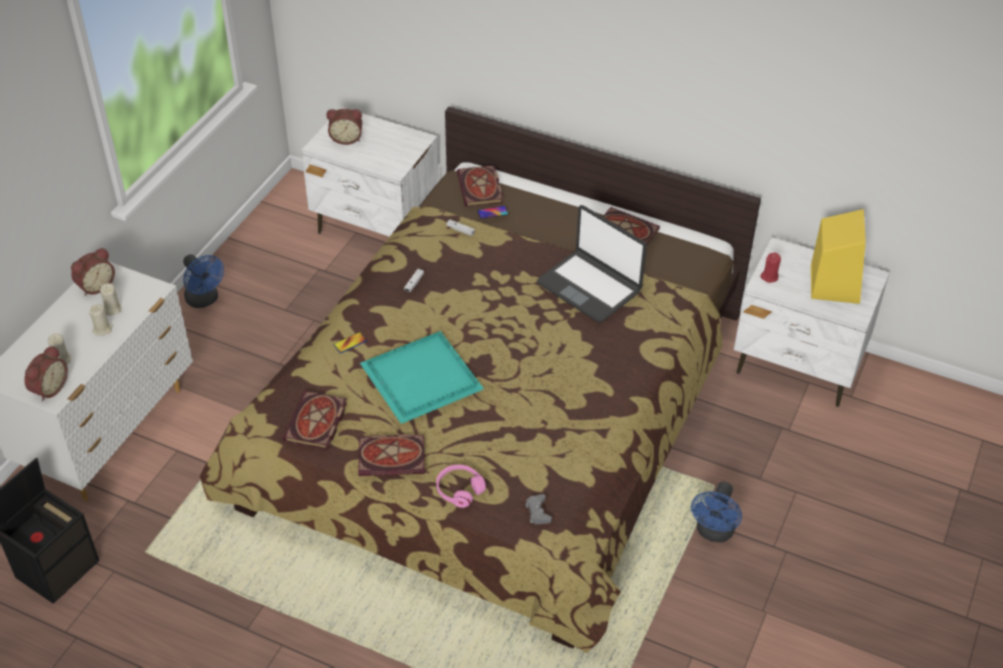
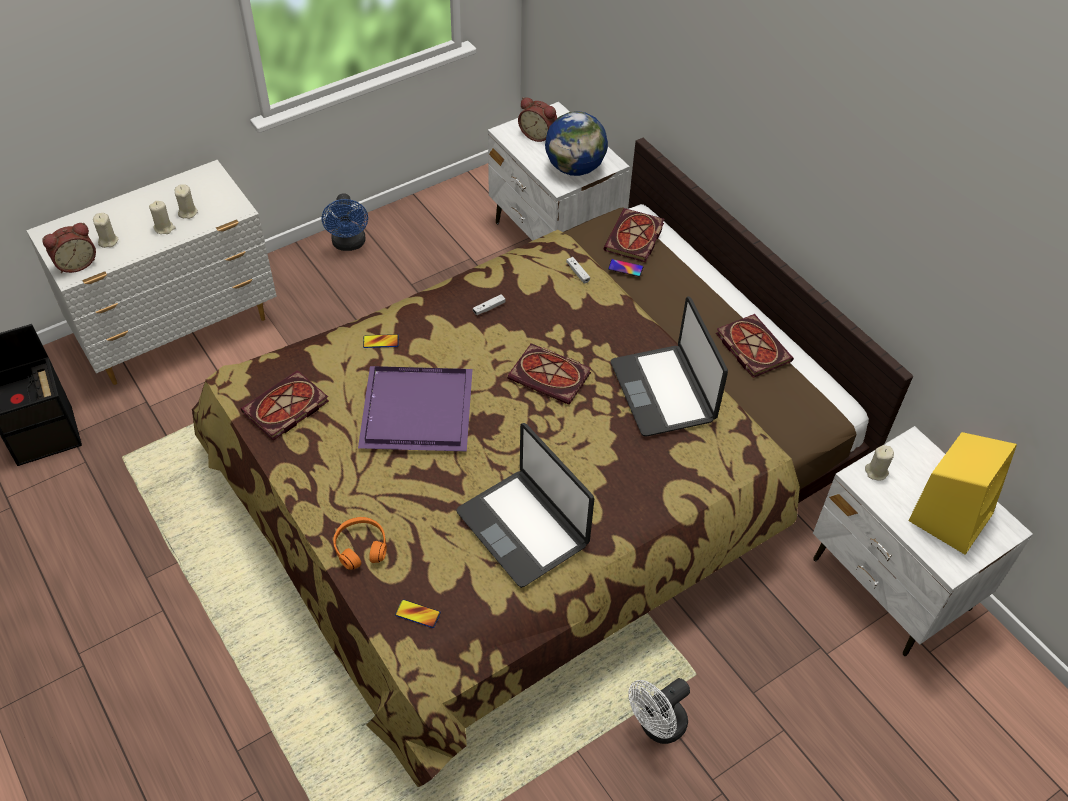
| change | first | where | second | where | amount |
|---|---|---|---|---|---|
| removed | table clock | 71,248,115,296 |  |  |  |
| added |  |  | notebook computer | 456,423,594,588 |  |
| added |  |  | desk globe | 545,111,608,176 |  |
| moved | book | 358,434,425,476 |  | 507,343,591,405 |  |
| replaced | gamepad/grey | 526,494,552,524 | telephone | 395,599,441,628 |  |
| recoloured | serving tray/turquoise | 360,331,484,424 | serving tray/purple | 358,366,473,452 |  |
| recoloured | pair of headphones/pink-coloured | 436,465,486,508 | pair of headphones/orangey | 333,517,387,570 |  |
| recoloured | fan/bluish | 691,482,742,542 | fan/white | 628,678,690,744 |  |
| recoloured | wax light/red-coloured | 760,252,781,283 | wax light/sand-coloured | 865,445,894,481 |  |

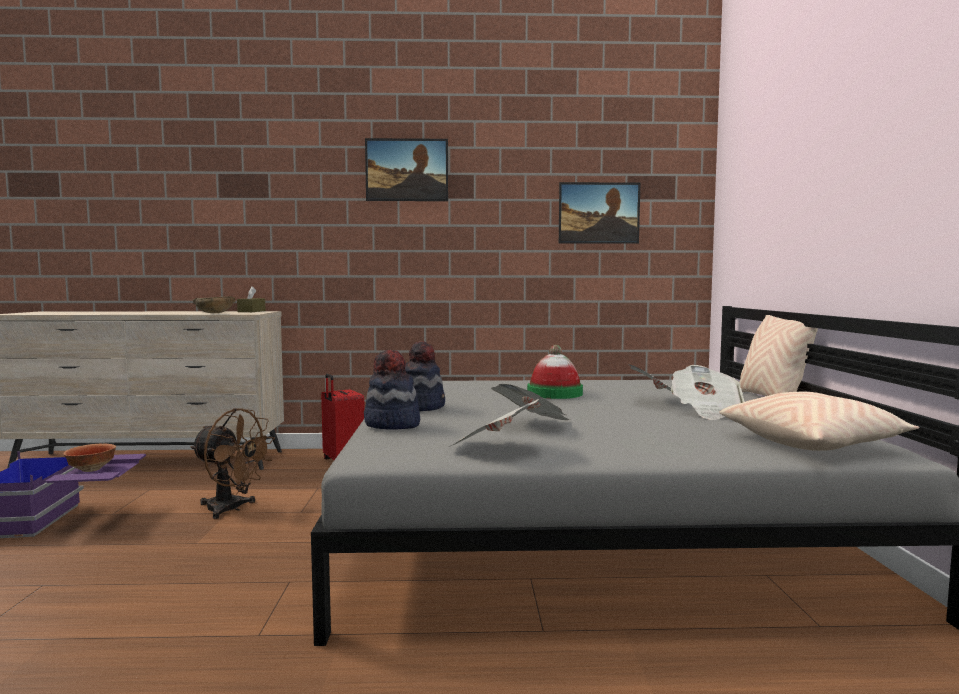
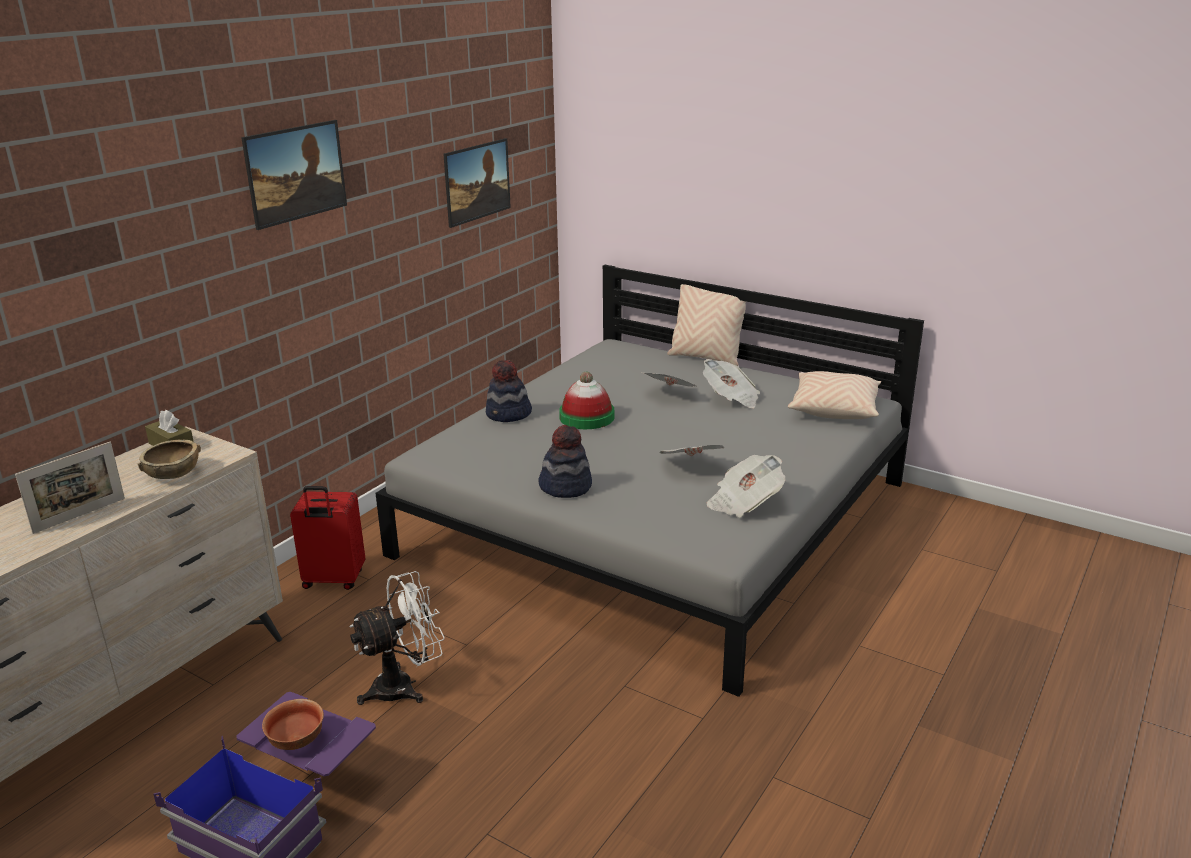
| change | first | where | second | where | amount |
|---|---|---|---|---|---|
| added |  |  | photo frame | 15,442,125,534 |  |
| moved | wearable hat | 364,350,420,430 |  | 486,360,532,422 |  |
| recoloured | fan/brown-coloured | 191,408,275,519 | fan/white | 349,571,445,705 |  |

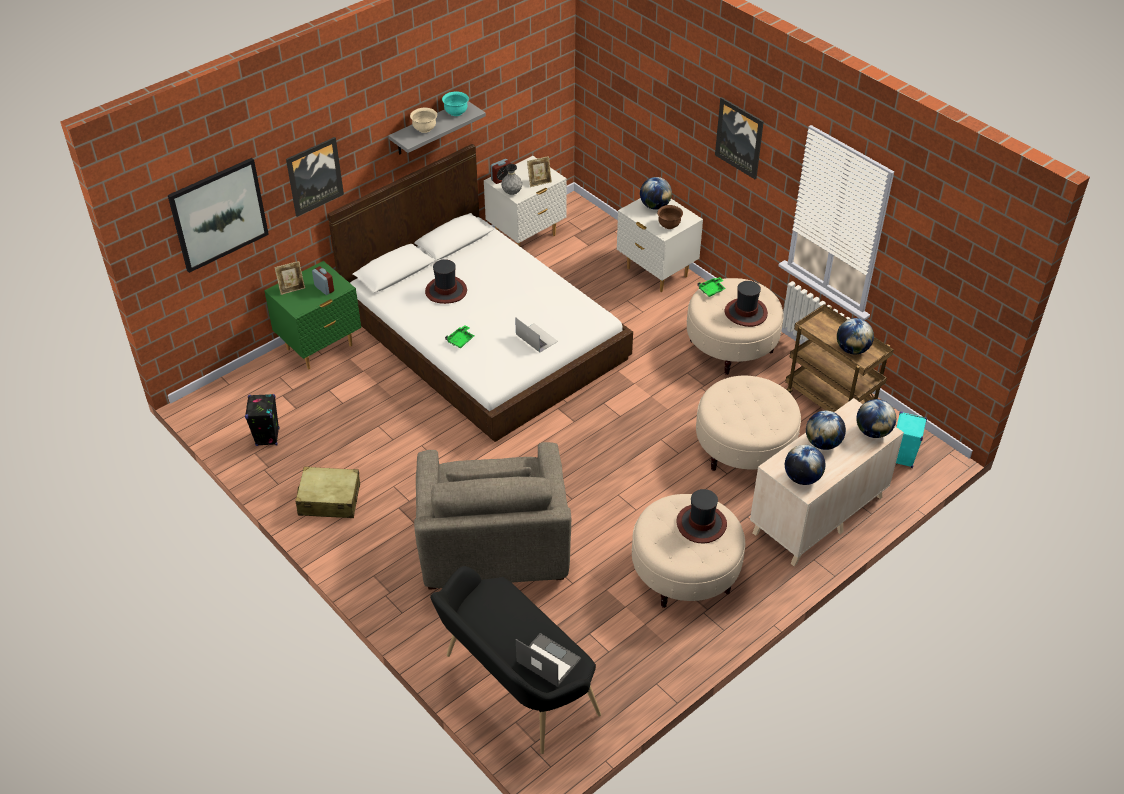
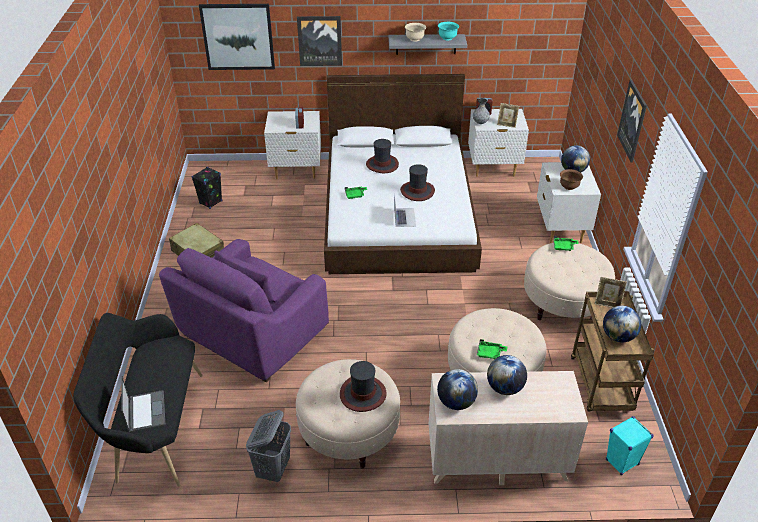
| change | first | where | second | where | amount |
|---|---|---|---|---|---|
| removed | desk globe | 856,399,896,438 |  |  |  |
| added |  |  | hamper/grey | 246,410,291,482 |  |
| added |  |  | serving tray/green | 477,339,507,359 |  |
| moved | photo frame | 274,261,305,295 |  | 595,277,627,308 |  |
| moved | wearable hat | 725,281,768,327 |  | 400,164,435,201 |  |
| recoloured | night table/green | 264,261,361,369 | night table/white | 264,111,321,179 |  |
| recoloured | armchair/grey | 414,442,571,590 | armchair/purple | 159,239,329,382 |  |

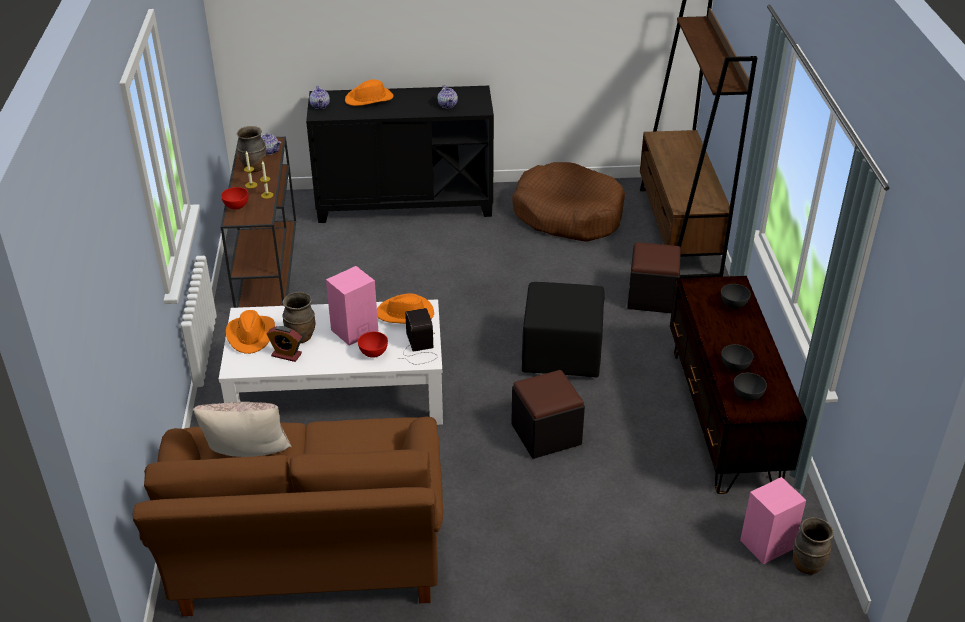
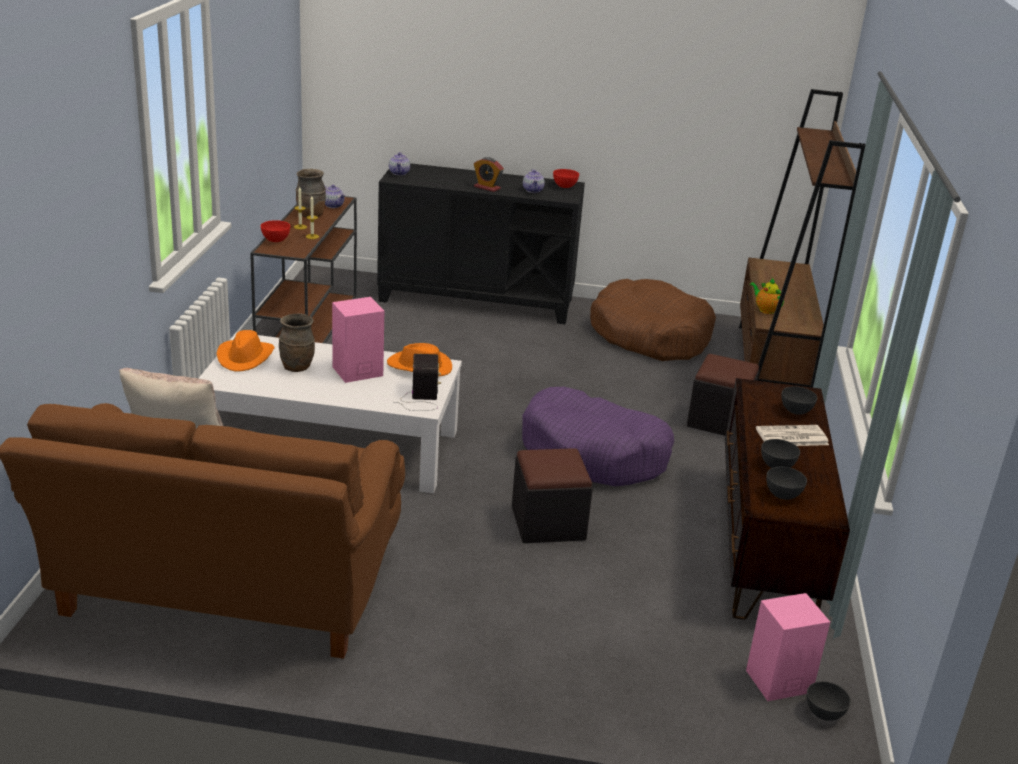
| change | first | where | second | where | amount |
|---|---|---|---|---|---|
| removed | wearable hat/orangey | 345,80,394,106 |  |  |  |
| added |  |  | teapot | 750,278,784,314 |  |
| added |  |  | printed paper | 756,425,829,446 |  |
| moved | table clock | 267,326,302,362 |  | 474,157,504,192 |  |
| moved | serving bowl/red-coloured | 358,332,388,358 |  | 553,169,579,188 |  |
| replaced | footrest/black-coloured | 522,282,605,377 | pet bed/purple | 522,387,674,486 |  |
| replaced | decorative vase/brown-coloured | 793,517,834,575 | serving bowl/grey | 807,681,851,721 |  |

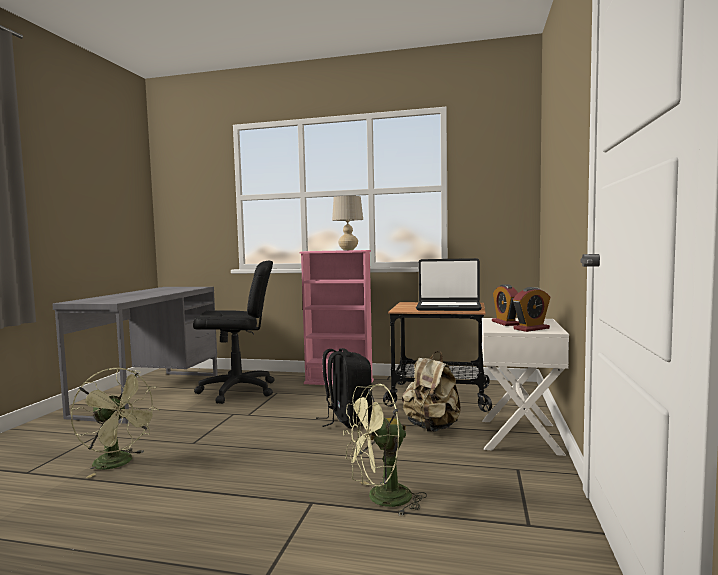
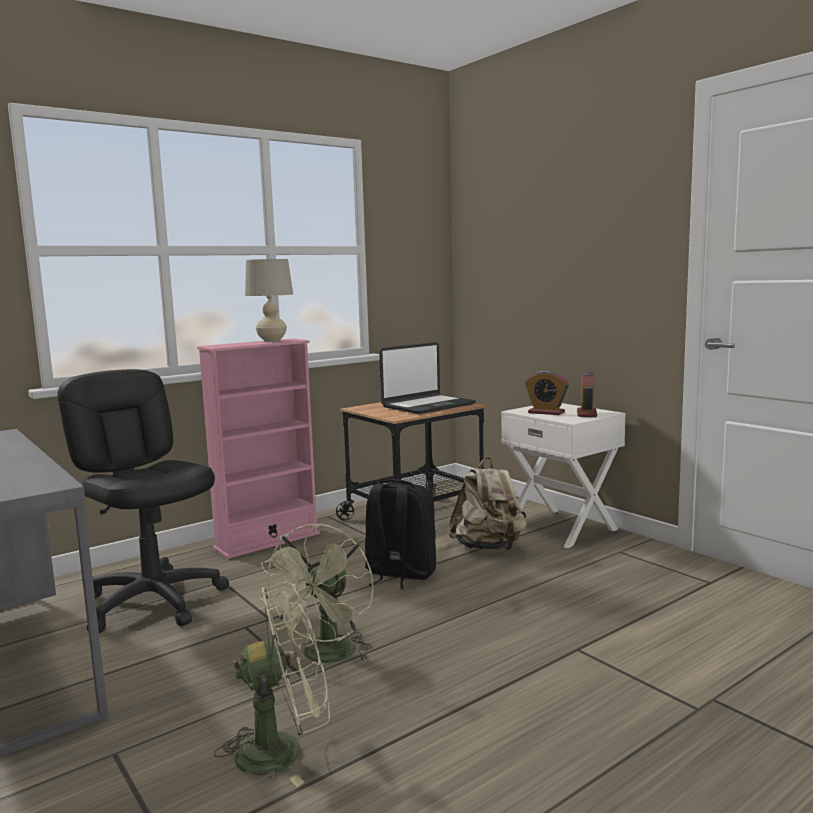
| change | first | where | second | where | amount |
|---|---|---|---|---|---|
| moved | fan/green | 343,384,427,516 |  | 259,523,373,663 |  |
| turned | desk chair/black-coloured | 193,260,275,404 |  | 57,369,229,633 | 75 degrees counterclockwise |

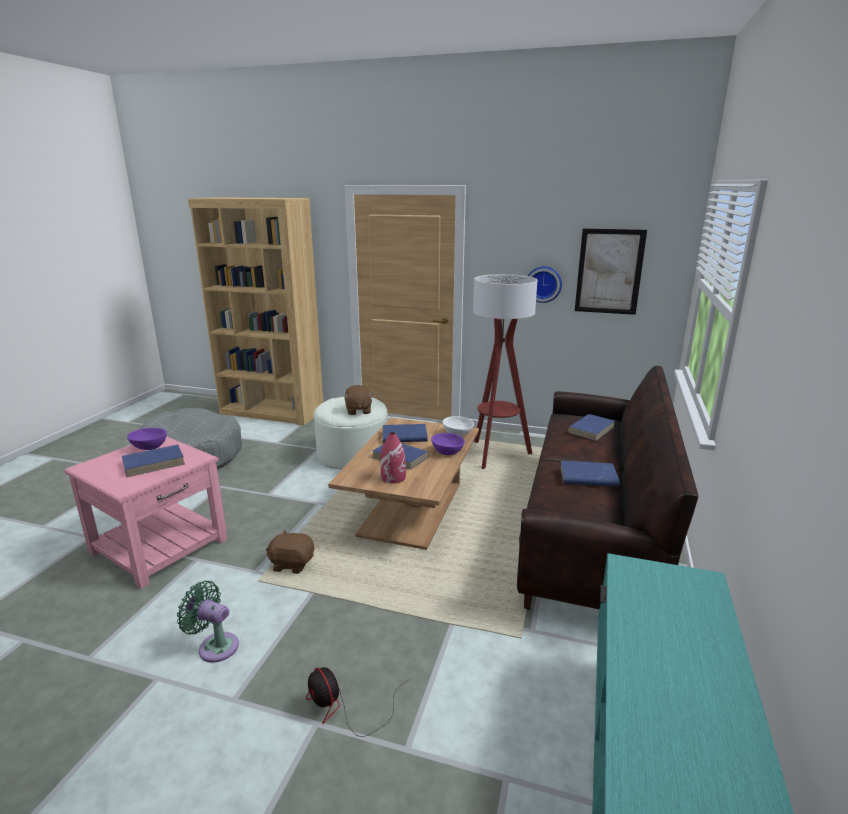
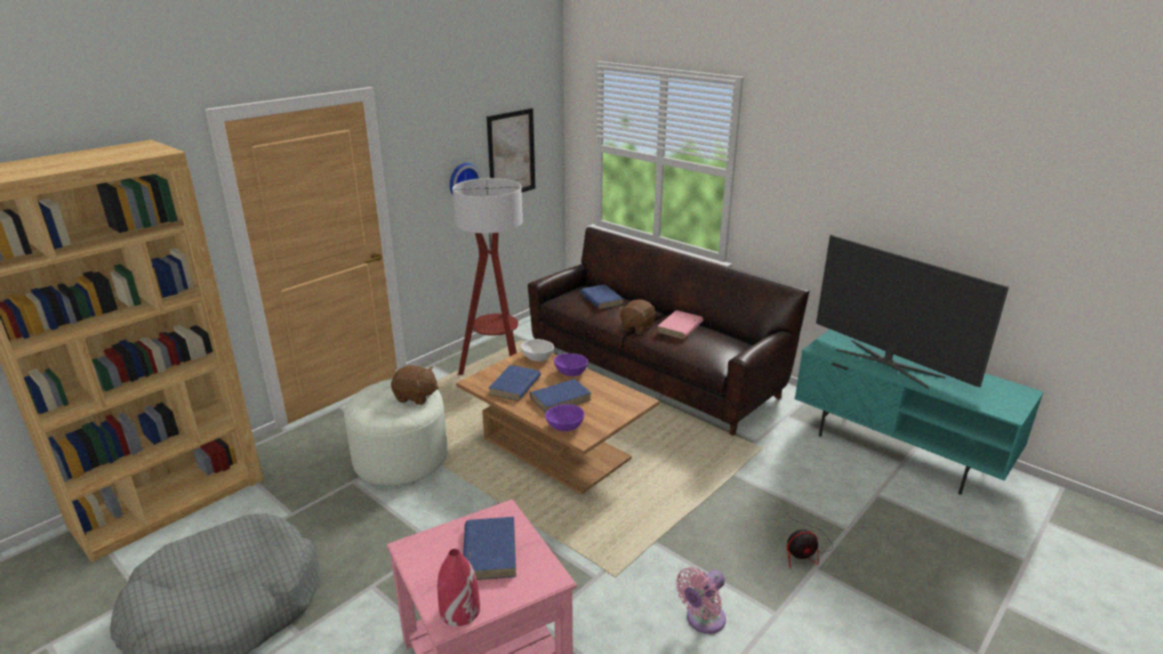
| change | first | where | second | where | amount |
|---|---|---|---|---|---|
| added |  |  | television | 816,235,1009,389 |  |
| moved | serving bowl/purple | 127,428,167,450 |  | 545,404,584,431 |  |
| moved | cuddly toy/brown-coloured | 266,530,314,574 |  | 619,299,655,334 |  |
| moved | decorative vase/red-coloured | 380,432,406,484 |  | 437,549,480,626 |  |
| recoloured | fan/green | 177,581,239,663 | fan/pink-coloured | 676,567,726,634 |  |
| recoloured | book/bluish | 560,461,619,487 | book/pink-coloured | 657,310,703,339 |  |

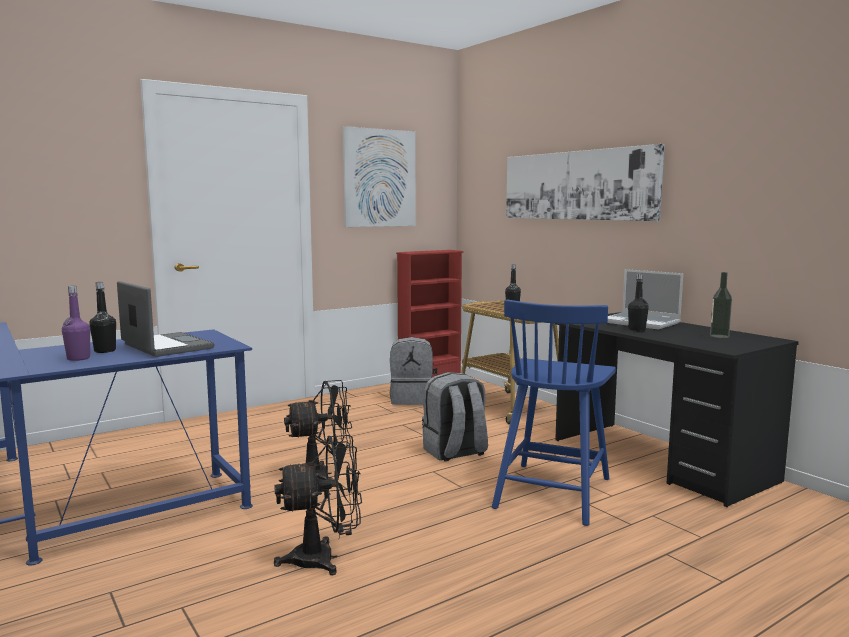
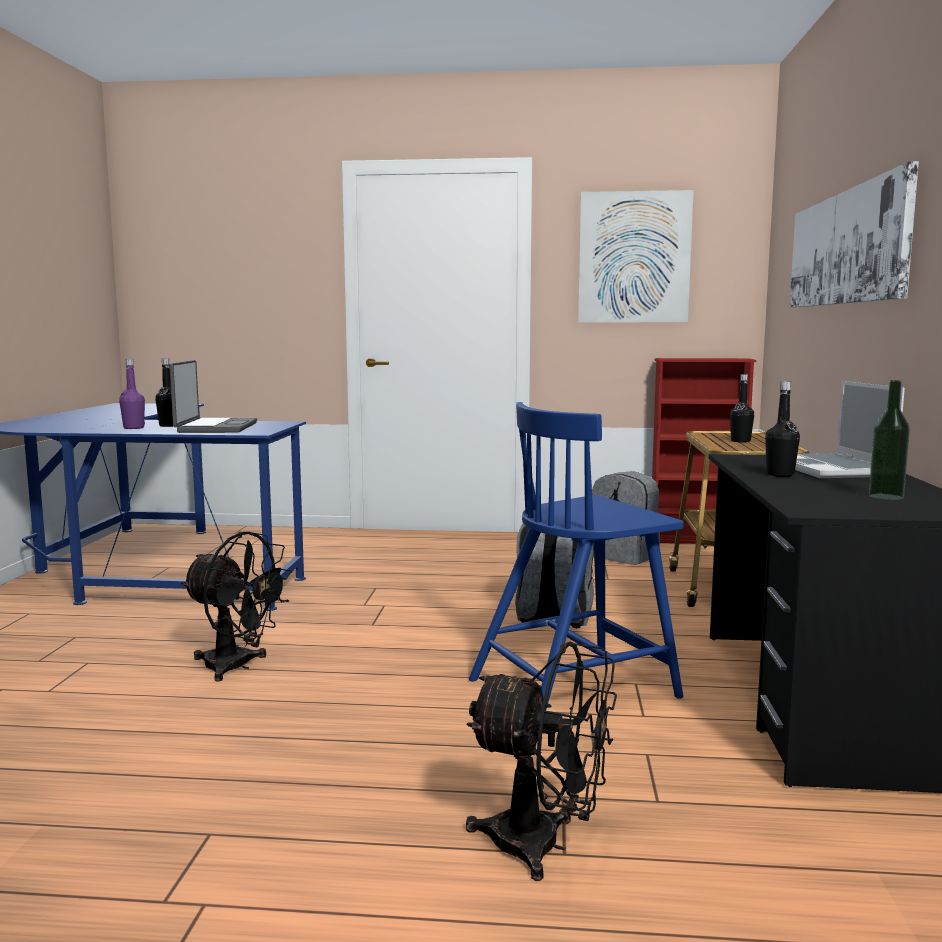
| change | first | where | second | where | amount |
|---|---|---|---|---|---|
| moved | fan/black-coloured | 284,380,352,480 |  | 466,641,617,881 |  |

